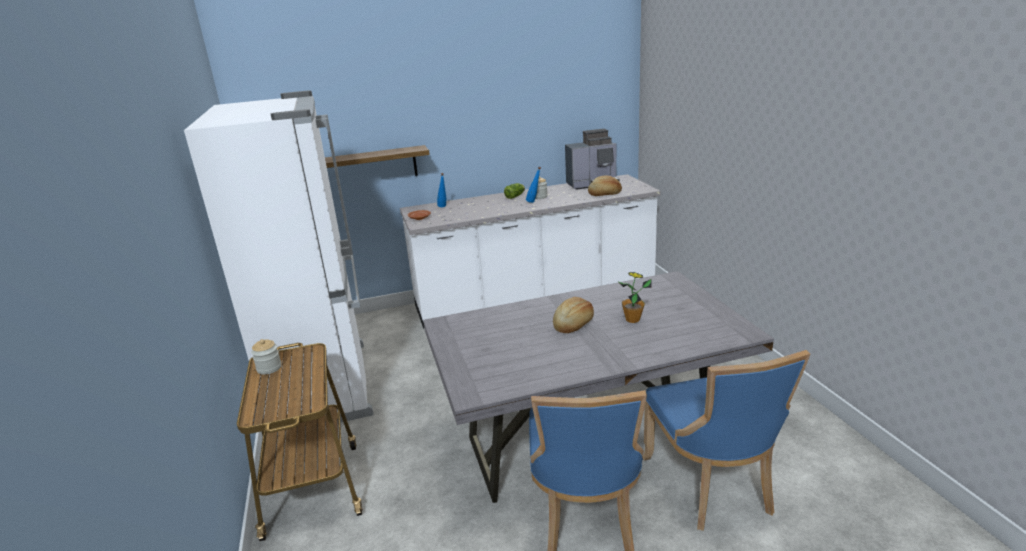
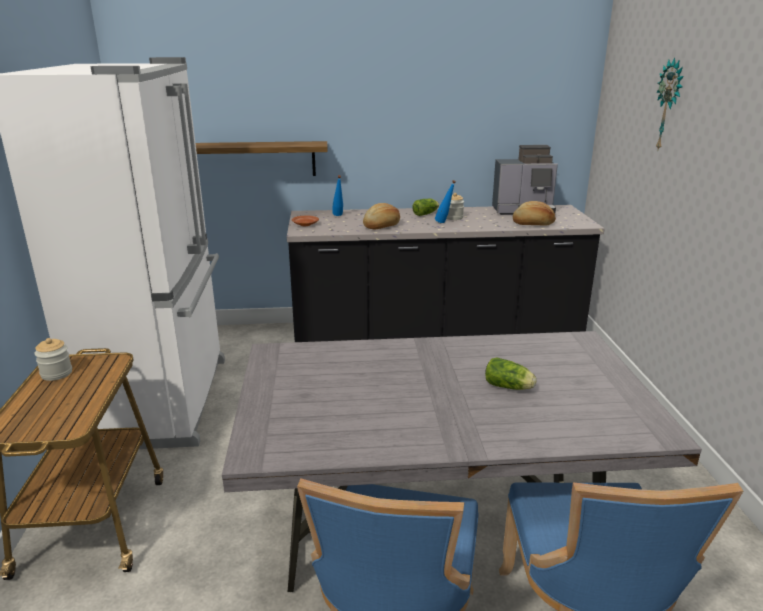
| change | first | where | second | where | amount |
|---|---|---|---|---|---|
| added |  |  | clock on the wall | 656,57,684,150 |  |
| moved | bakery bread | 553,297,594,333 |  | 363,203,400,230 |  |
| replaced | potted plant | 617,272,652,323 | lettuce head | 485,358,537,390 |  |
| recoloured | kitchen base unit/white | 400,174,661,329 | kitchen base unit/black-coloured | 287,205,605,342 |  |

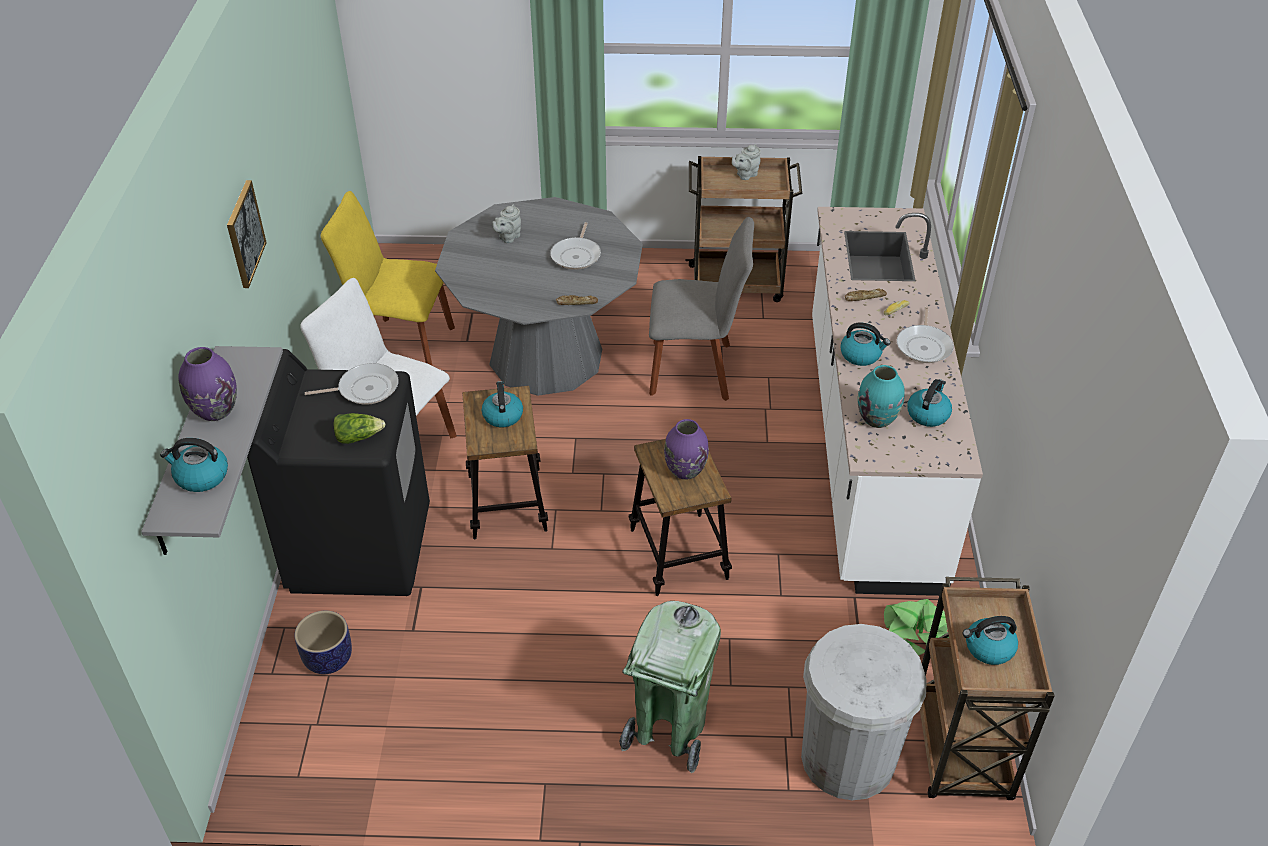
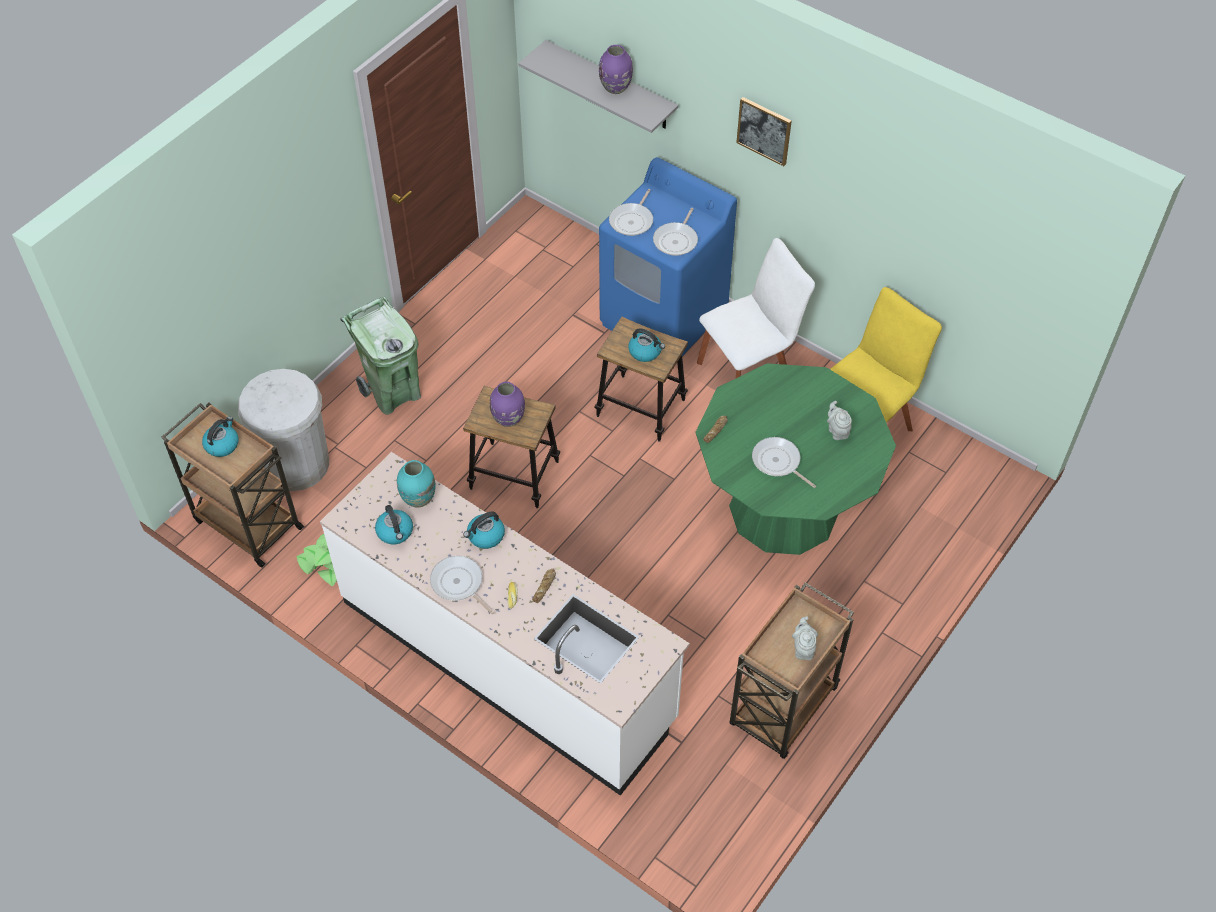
| change | first | where | second | where | amount |
|---|---|---|---|---|---|
| removed | tea kettle | 160,438,228,492 |  |  |  |
| removed | plant pot | 294,611,352,674 |  |  |  |
| removed | plain chair/grey | 649,217,754,401 |  |  |  |
| replaced | lettuce head | 333,413,385,444 | pan | 609,189,653,236 |  |
| recoloured | washing machine/black-coloured | 247,349,430,596 | washing machine/bluish | 599,157,737,356 |  |
| recoloured | kitchen table/grey | 435,197,643,396 | kitchen table/green | 695,363,896,555 |  |

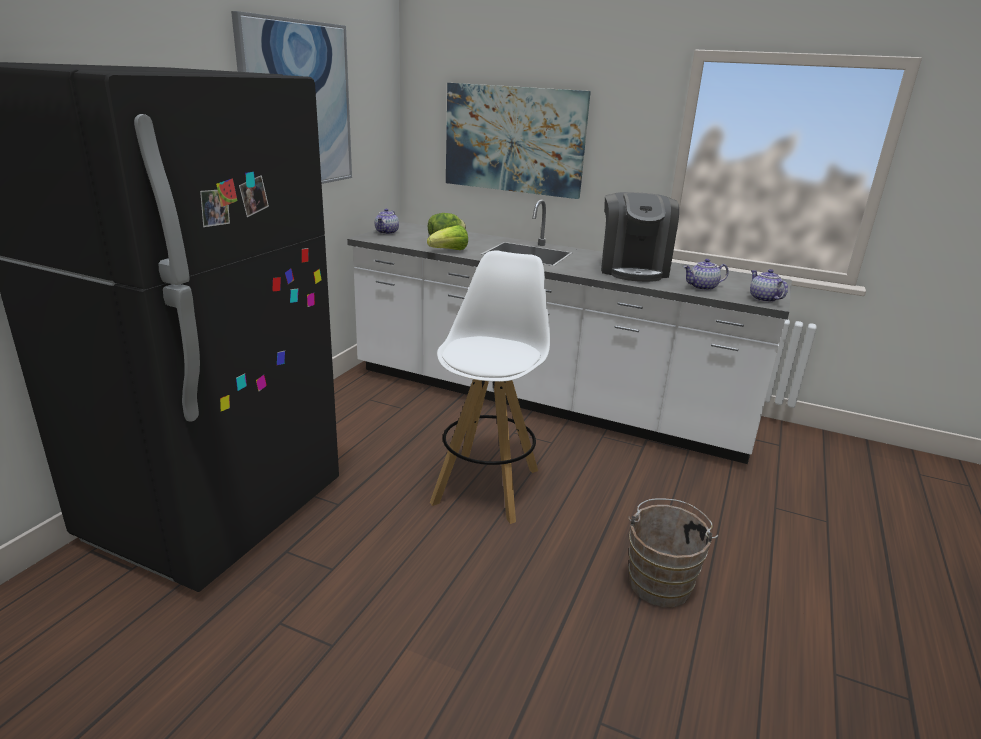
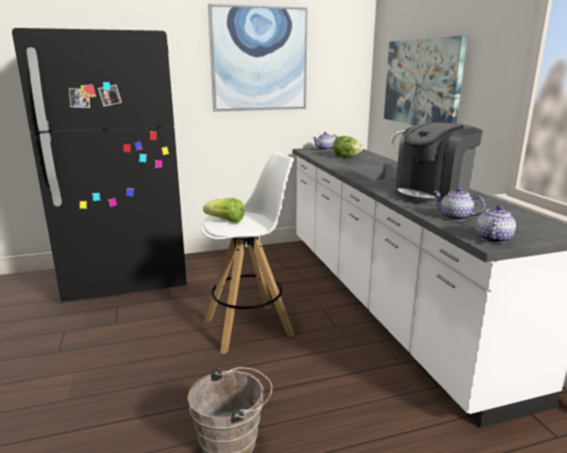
| change | first | where | second | where | amount |
|---|---|---|---|---|---|
| moved | lettuce head | 427,225,468,250 |  | 203,198,244,223 |  |

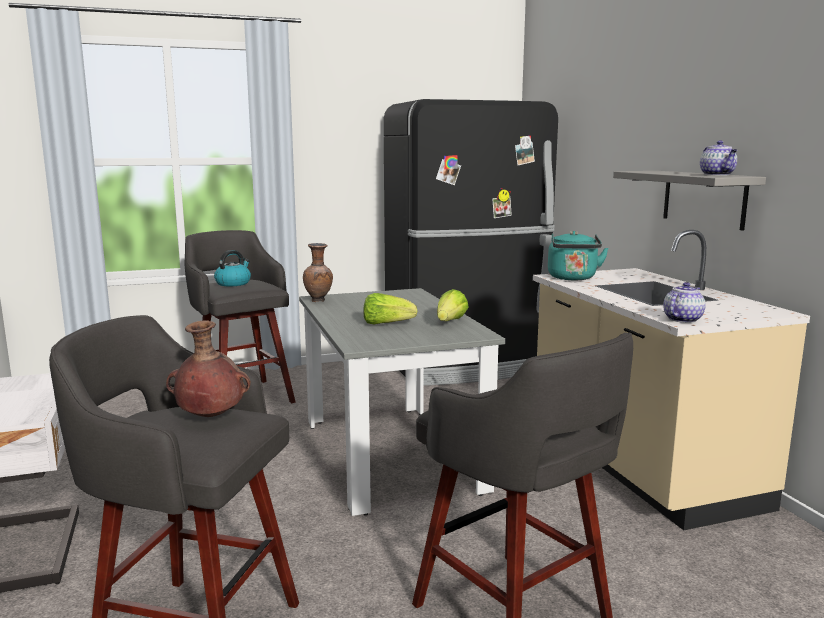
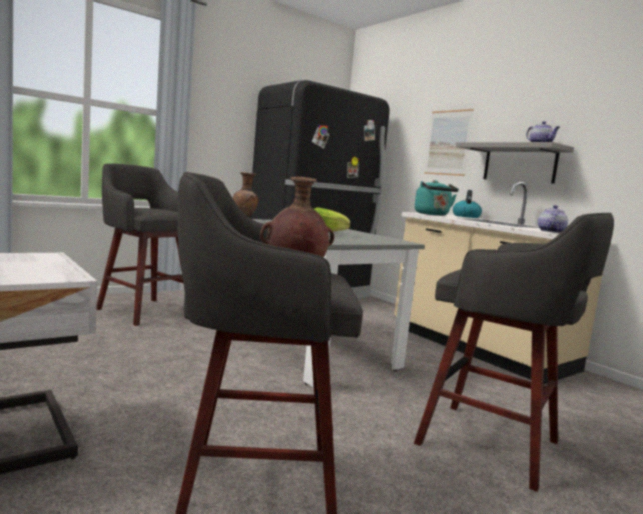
| change | first | where | second | where | amount |
|---|---|---|---|---|---|
| removed | lettuce head | 437,289,469,321 |  |  |  |
| added |  |  | wall picture | 424,109,474,176 |  |
| moved | tea kettle | 214,250,251,286 |  | 453,190,482,218 |  |

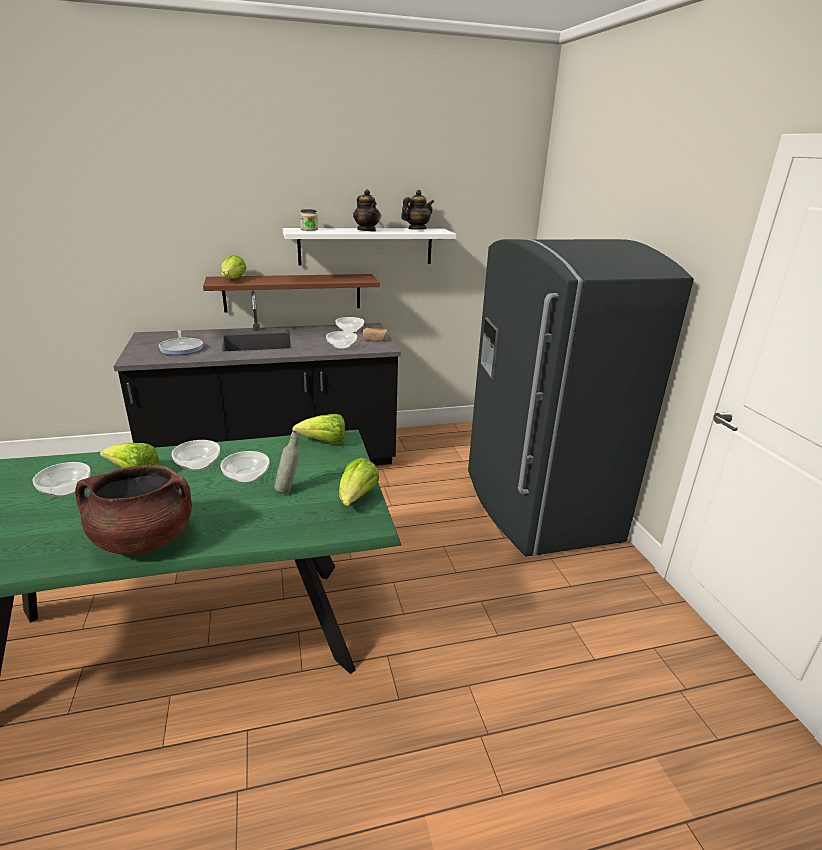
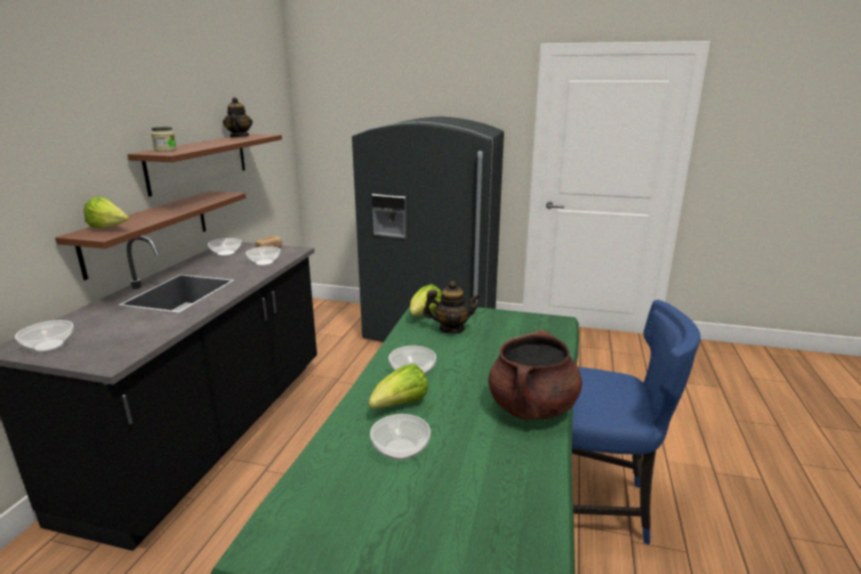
| change | first | where | second | where | amount |
|---|---|---|---|---|---|
| removed | pan | 159,330,203,355 |  |  |  |
| removed | beverage bottle/grey | 274,431,300,494 |  |  |  |
| removed | lettuce head | 339,458,379,506 |  |  |  |
| added |  |  | plain chair/bluish | 572,300,701,544 |  |
| moved | serving bowl | 221,451,269,484 |  | 15,320,74,352 |  |
| moved | teapot | 353,189,381,232 |  | 423,281,481,334 |  |
| recoloured | shelf/white | 283,228,456,266 | shelf/brown-coloured | 127,134,282,197 |  |

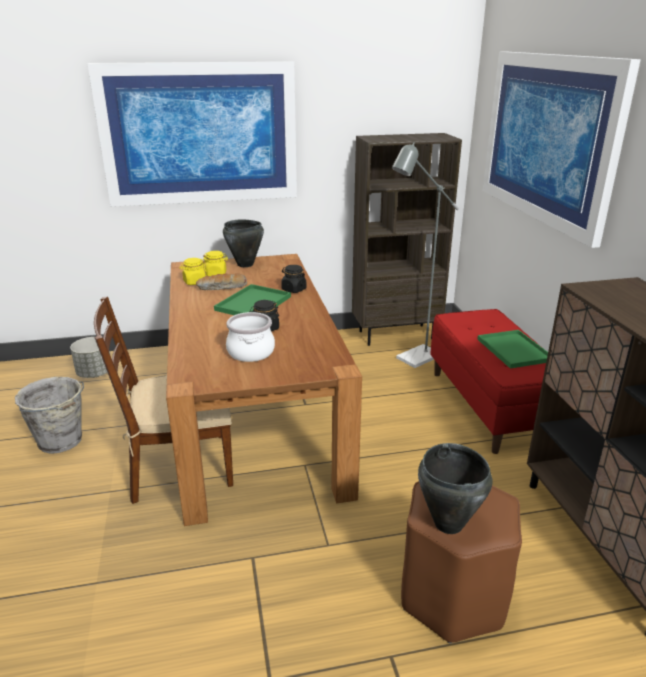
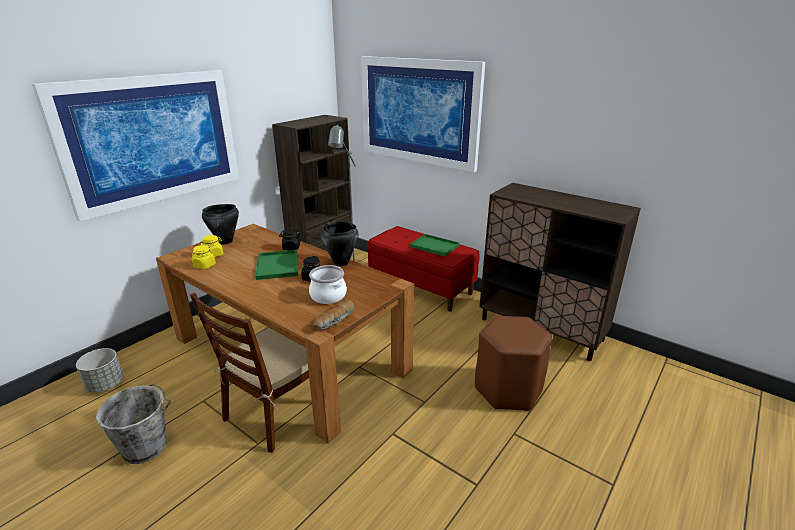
| change | first | where | second | where | amount |
|---|---|---|---|---|---|
| moved | bakery bread | 196,273,247,290 |  | 314,300,354,330 |  |
| moved | cooking pot/black-coloured | 418,443,493,534 |  | 321,221,359,266 |  |

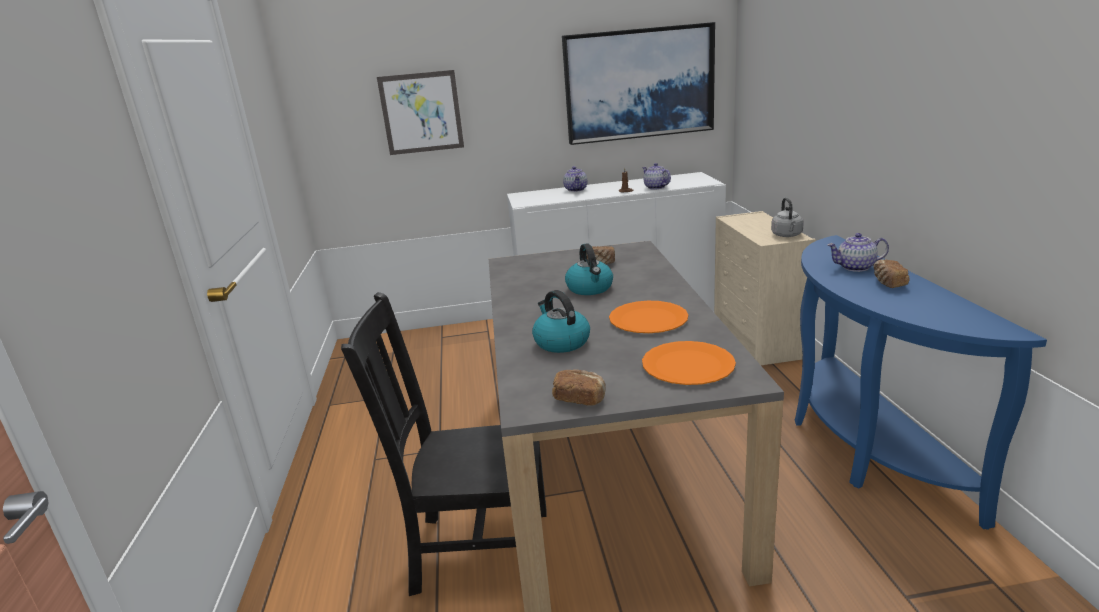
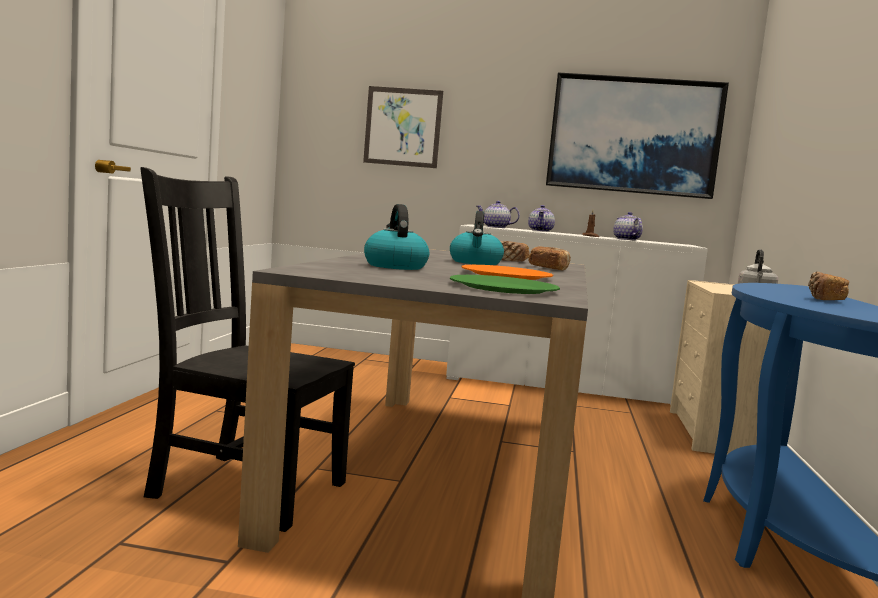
| change | first | where | second | where | amount |
|---|---|---|---|---|---|
| moved | bakery bread | 552,369,606,406 |  | 528,246,571,270 |  |
| moved | teapot | 827,233,889,272 |  | 476,201,520,228 |  |
| recoloured | flat dish/orangey | 642,341,736,385 | flat dish/green | 450,275,560,294 |  |

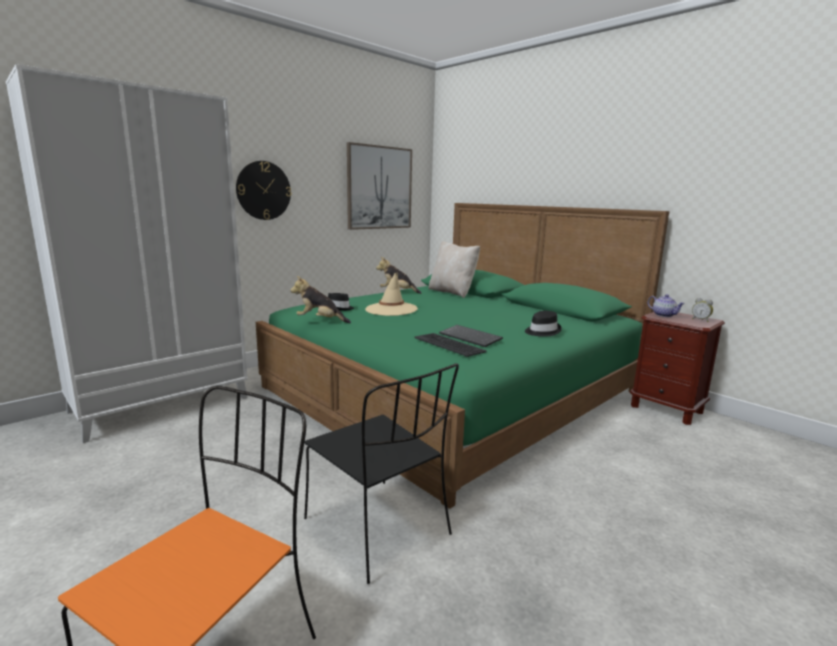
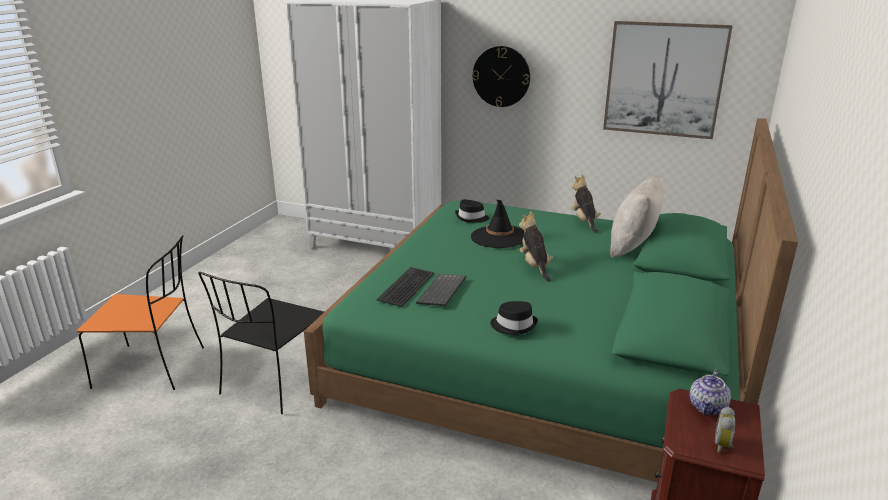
| change | first | where | second | where | amount |
|---|---|---|---|---|---|
| moved | cuddly toy | 291,276,351,323 |  | 519,211,553,282 |  |
| recoloured | wearable hat/sand-coloured | 365,272,418,316 | wearable hat/black-coloured | 471,200,524,248 |  |

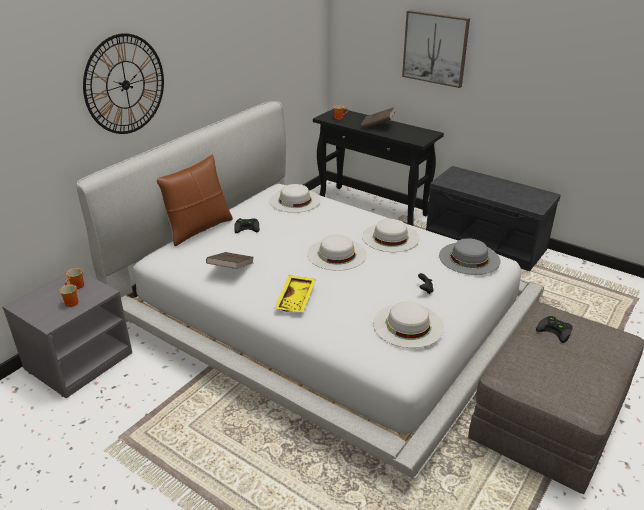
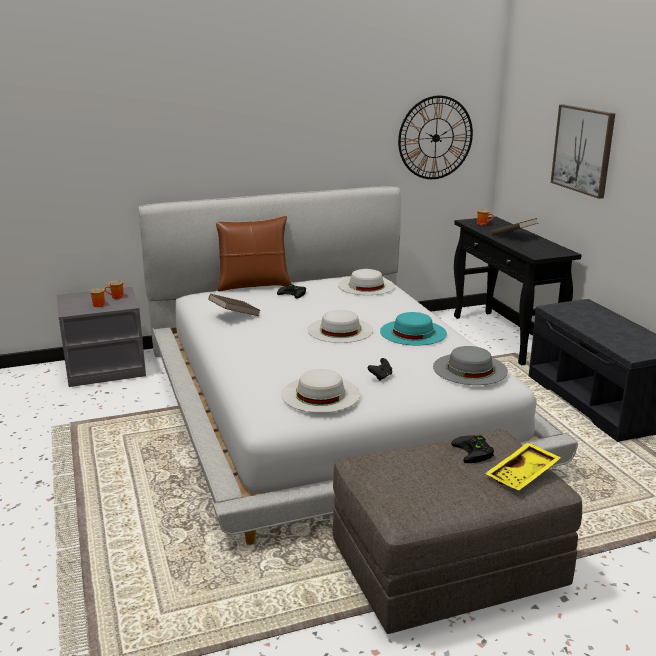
| change | first | where | second | where | amount |
|---|---|---|---|---|---|
| moved | clock on the wall | 83,33,164,134 |  | 398,96,473,179 |  |
| moved | serving tray/yellow-coloured | 275,275,316,312 |  | 485,442,561,491 |  |
| recoloured | wearable hat/white | 362,219,420,252 | wearable hat/turquoise | 380,312,447,346 |  |

